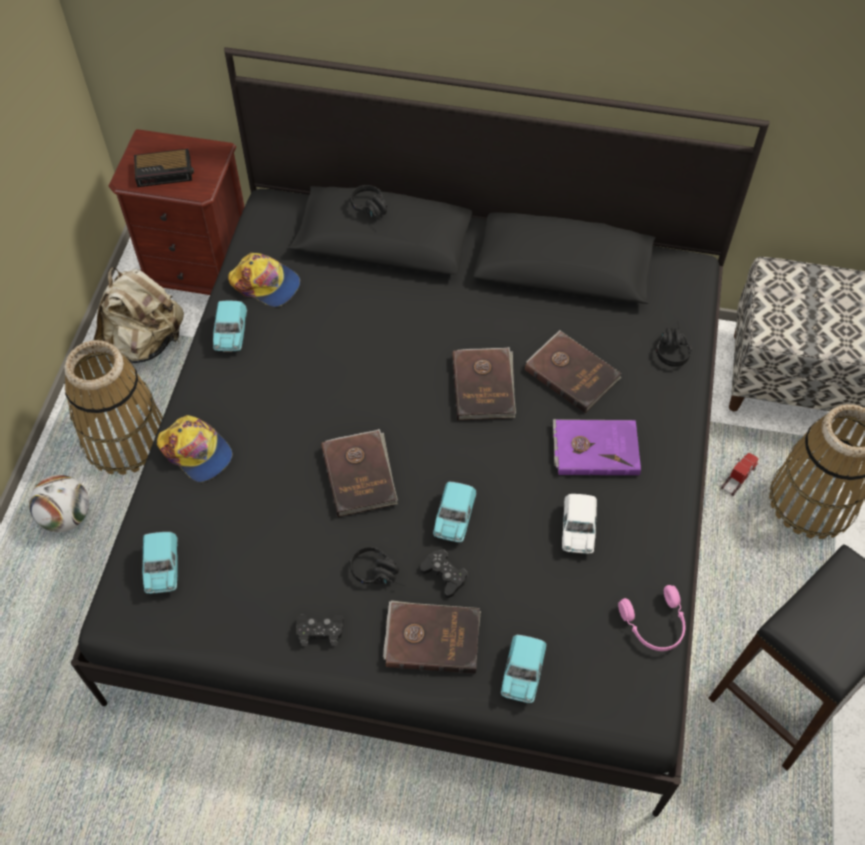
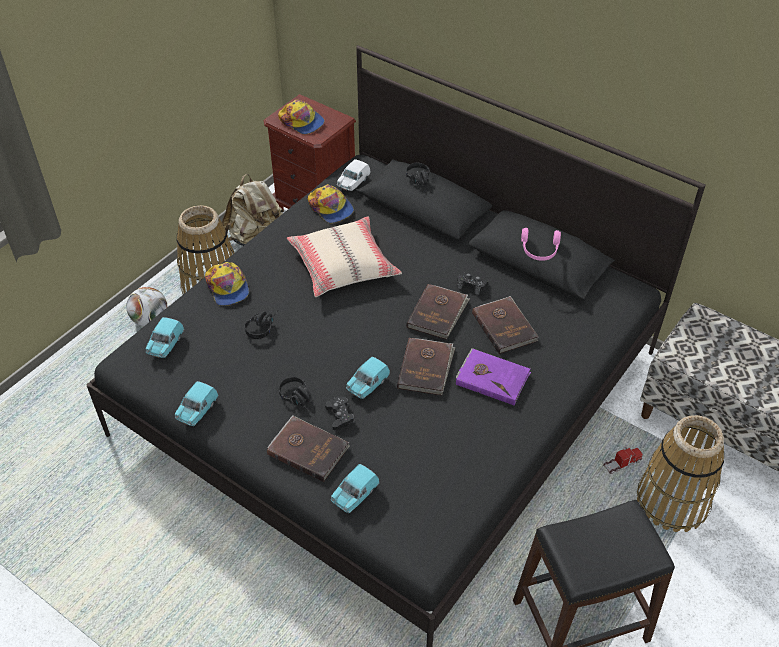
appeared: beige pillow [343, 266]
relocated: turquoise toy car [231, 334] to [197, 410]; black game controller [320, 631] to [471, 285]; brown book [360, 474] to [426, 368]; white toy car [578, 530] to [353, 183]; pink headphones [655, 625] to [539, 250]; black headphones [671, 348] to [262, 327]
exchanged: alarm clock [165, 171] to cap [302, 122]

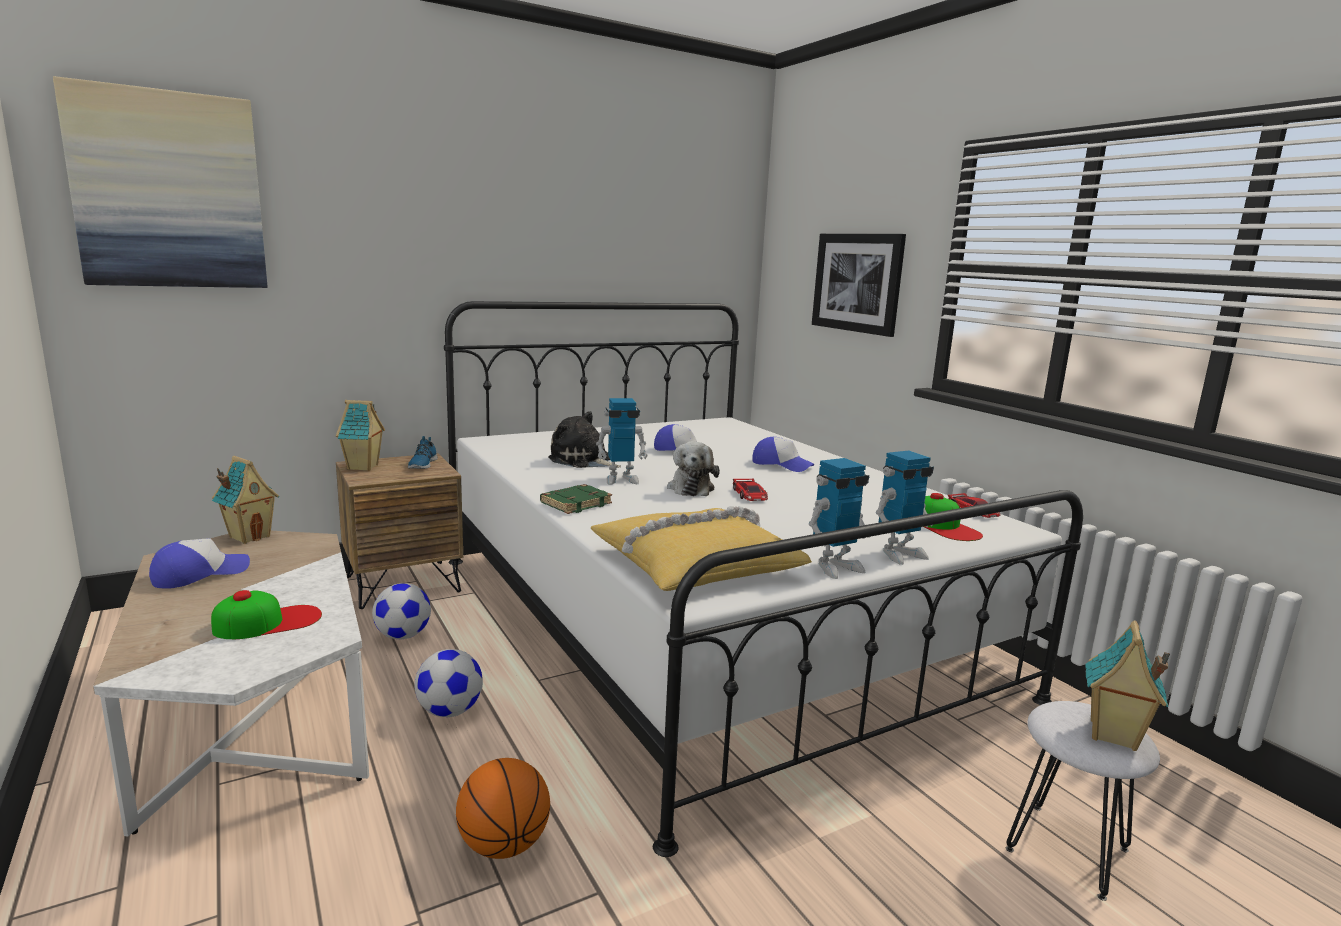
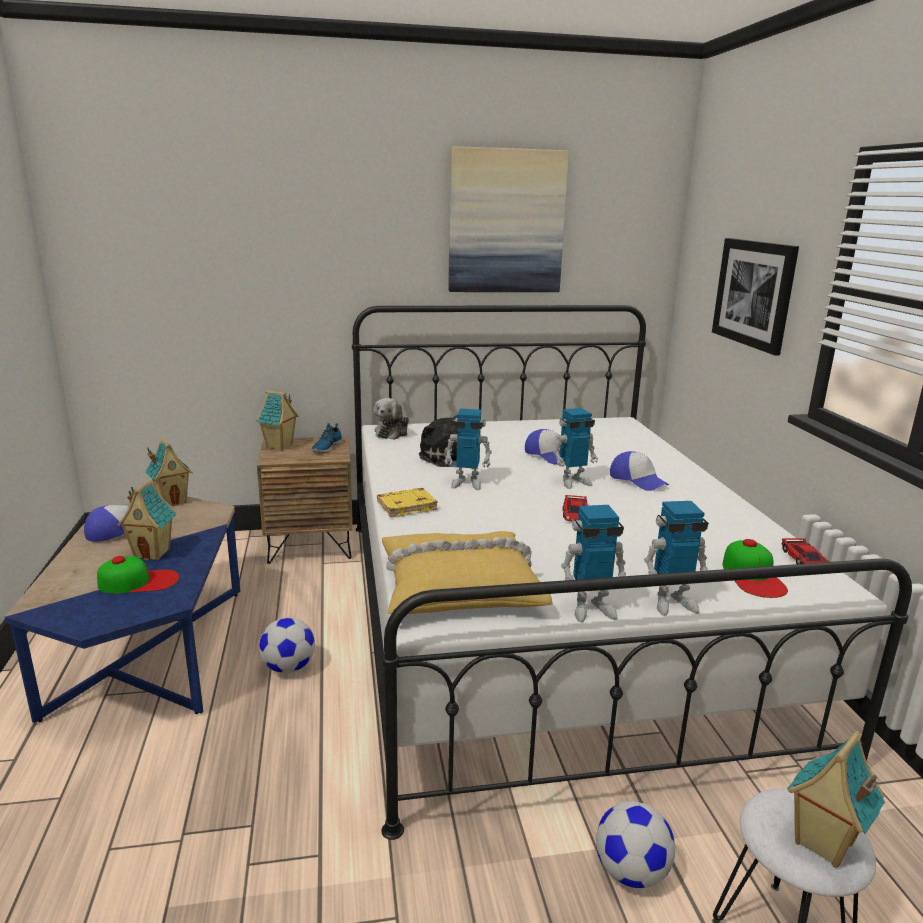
missing: basketball [504, 845]
appeared: toy house [153, 553]; toy robot [573, 482]
relocated: picture [169, 191] to [506, 222]; football [403, 636] to [630, 872]; plush toy [691, 488] to [392, 432]
colour: white coffee table [254, 723] to blue coffee table [150, 650]; green book [576, 503] to yellow book [407, 506]

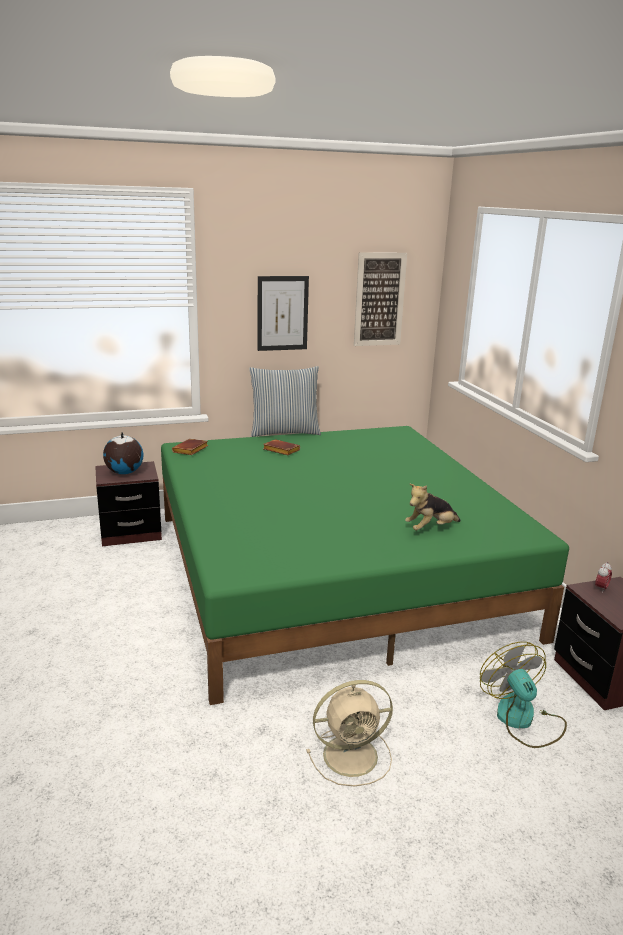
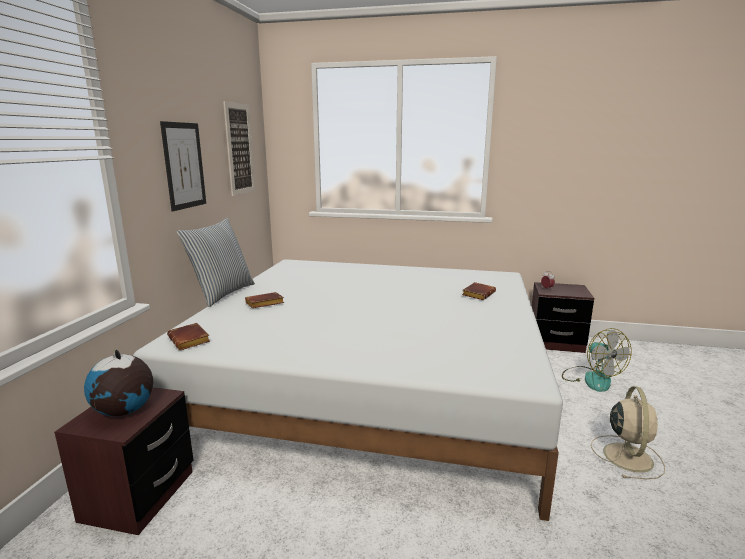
exchanged: plush toy [430, 528] to brown book [478, 294]
colour: green bed [332, 572] to white bed [371, 386]
spun: fan [522, 720] = [591, 378] 120 degrees counterclockwise

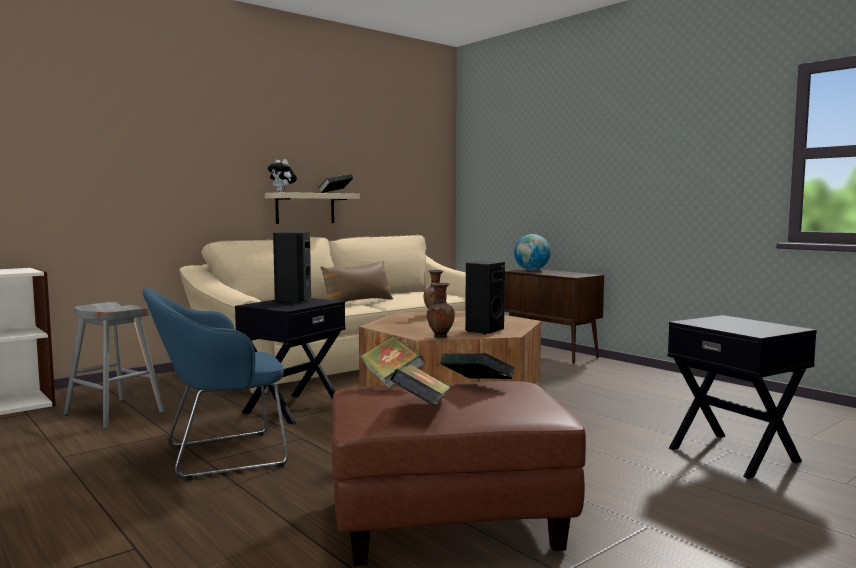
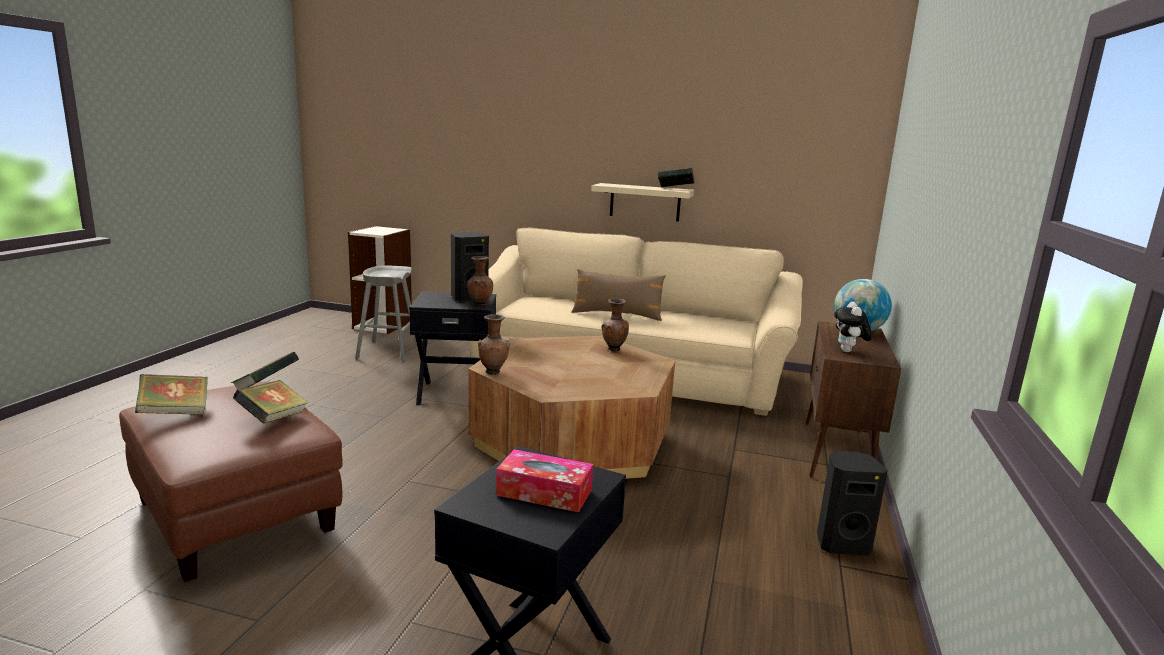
missing: blue armchair [219, 457]
appeared: brown vase [479, 306]; tissue box [544, 492]
relocated: plush toy [282, 192] to [848, 351]; black speaker [483, 331] to [841, 543]

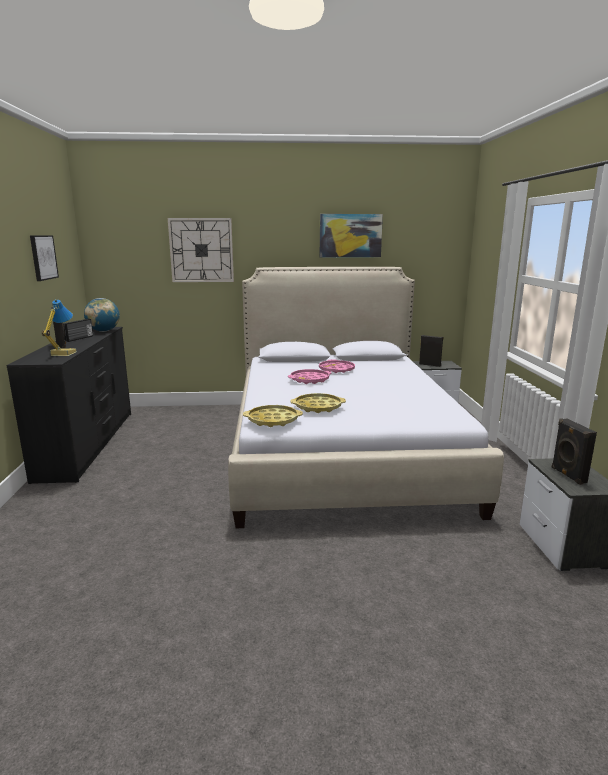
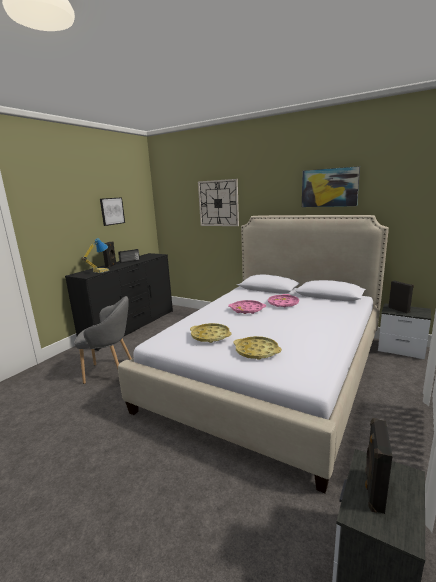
missing: globe [104, 331]
appeared: grey armchair [111, 372]
relocated: yellow tray [273, 420] to [256, 351]

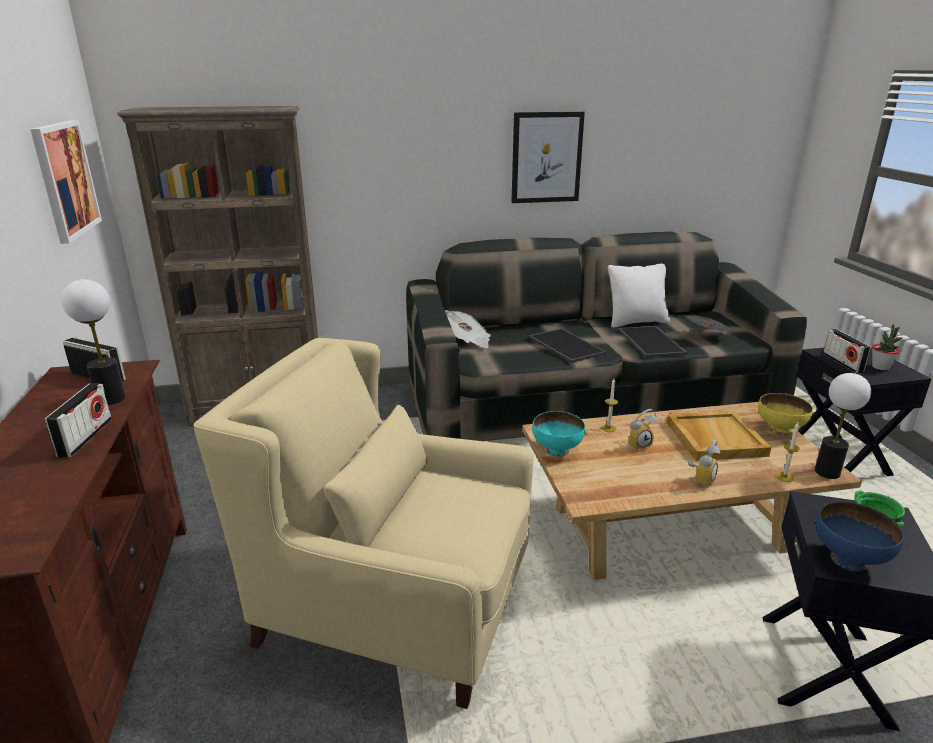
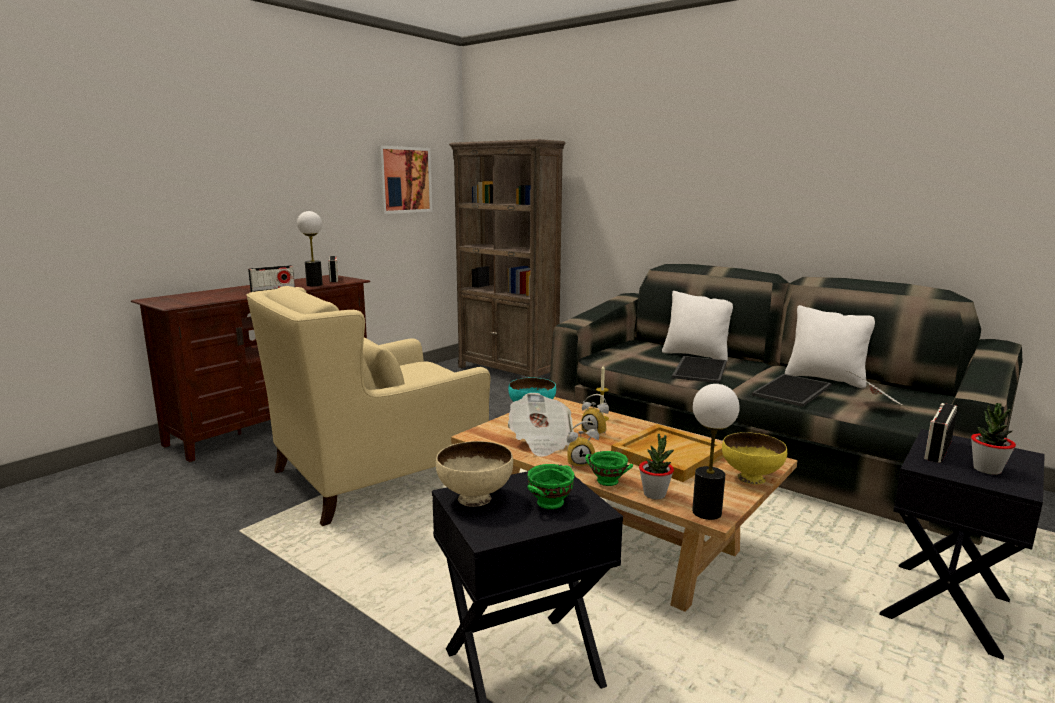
missing: picture [546, 157]
appeared: green bowl [607, 481]; white pillow [696, 355]
relocated: newspaper [467, 341] to [541, 442]
exchanged: candle [784, 477] to potted plant [654, 494]
colour: blue bowl [849, 560] to beige bowl [475, 499]
spun: beige armchair [395, 605] = [378, 473] 105 degrees counterclockwise

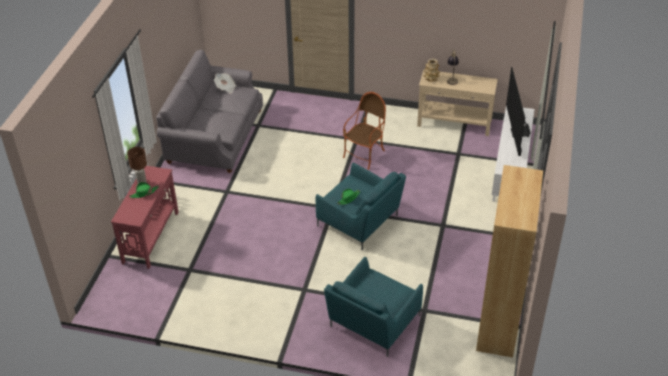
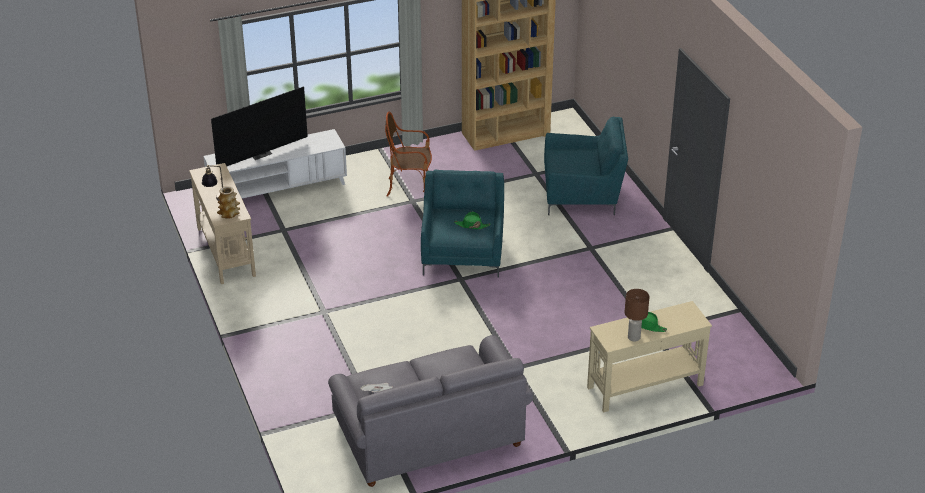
relocated: armchair [364, 155] to [409, 187]
colour: red console table [151, 237] to beige console table [644, 386]

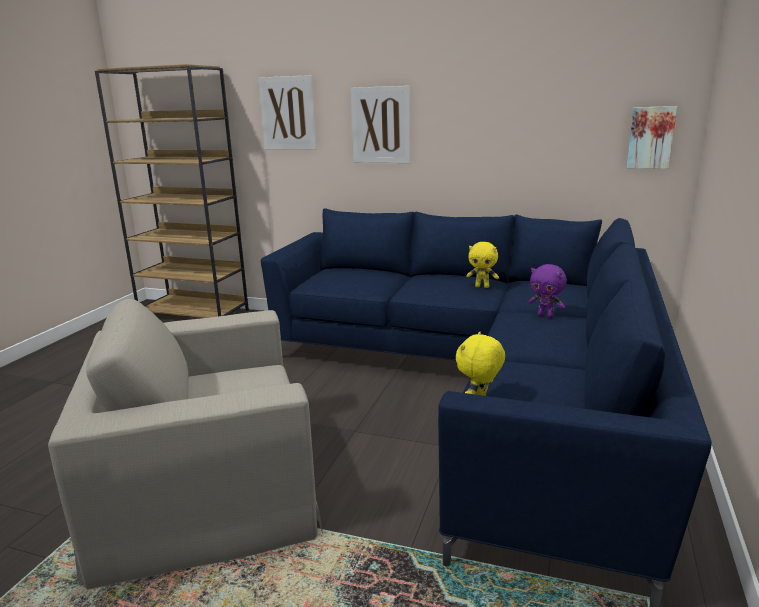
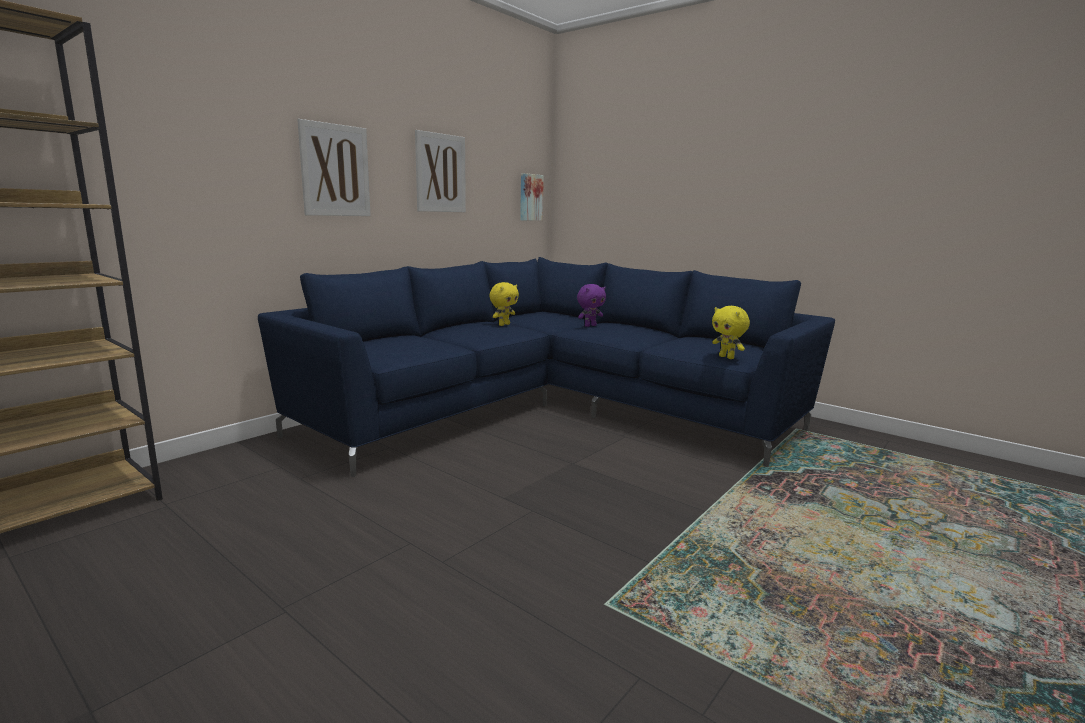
missing: beige armchair [205, 481]
relocated: picture [288, 113] to [440, 173]

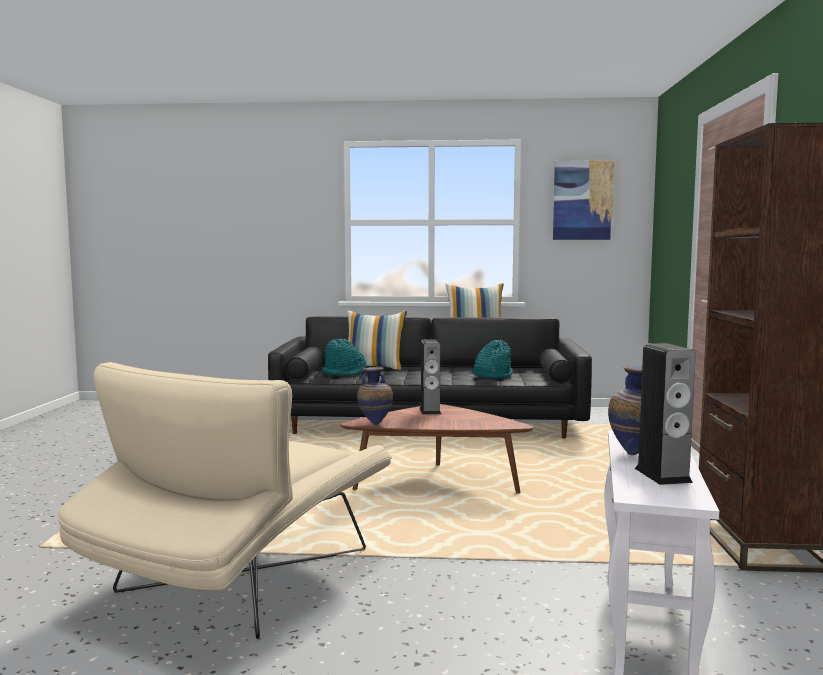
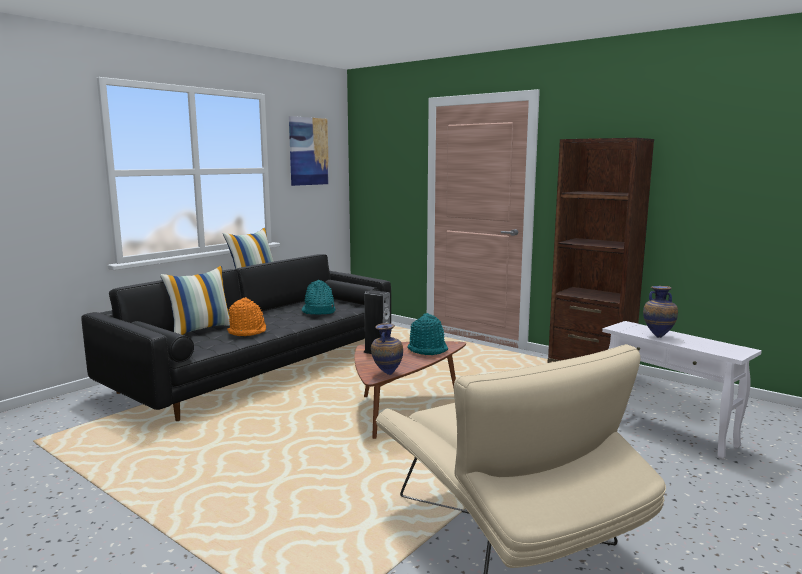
missing: speaker [662, 475]
appeared: orange hat [247, 331]
relocated: turquoise hat [344, 373] to [427, 349]

